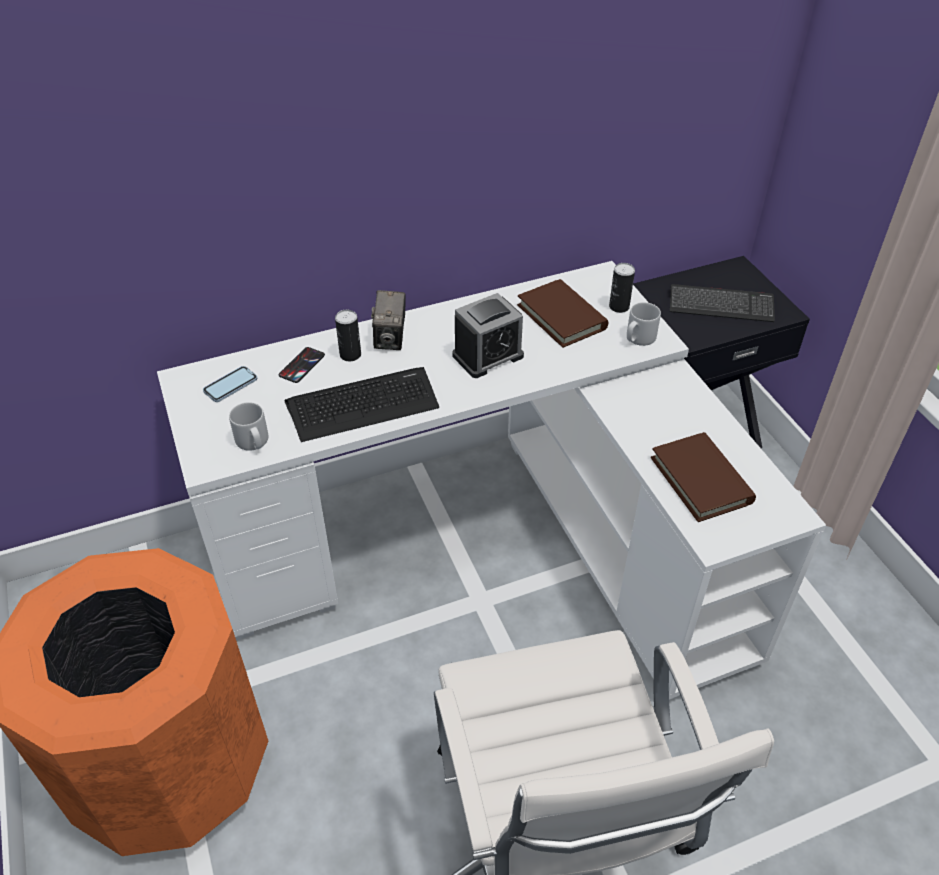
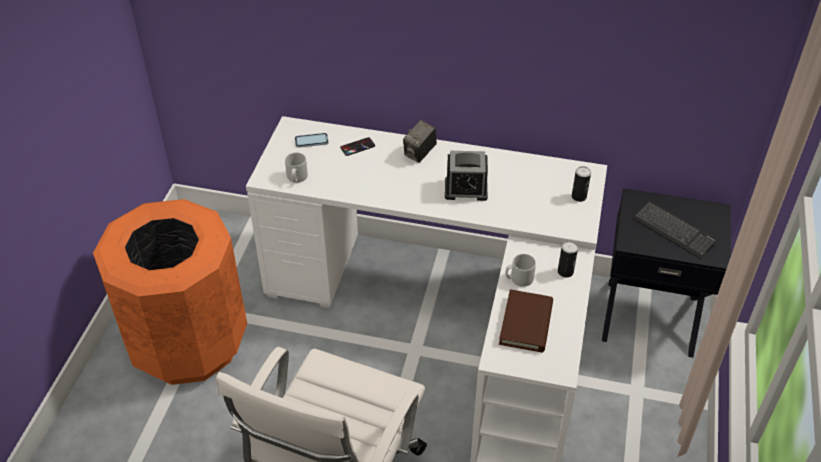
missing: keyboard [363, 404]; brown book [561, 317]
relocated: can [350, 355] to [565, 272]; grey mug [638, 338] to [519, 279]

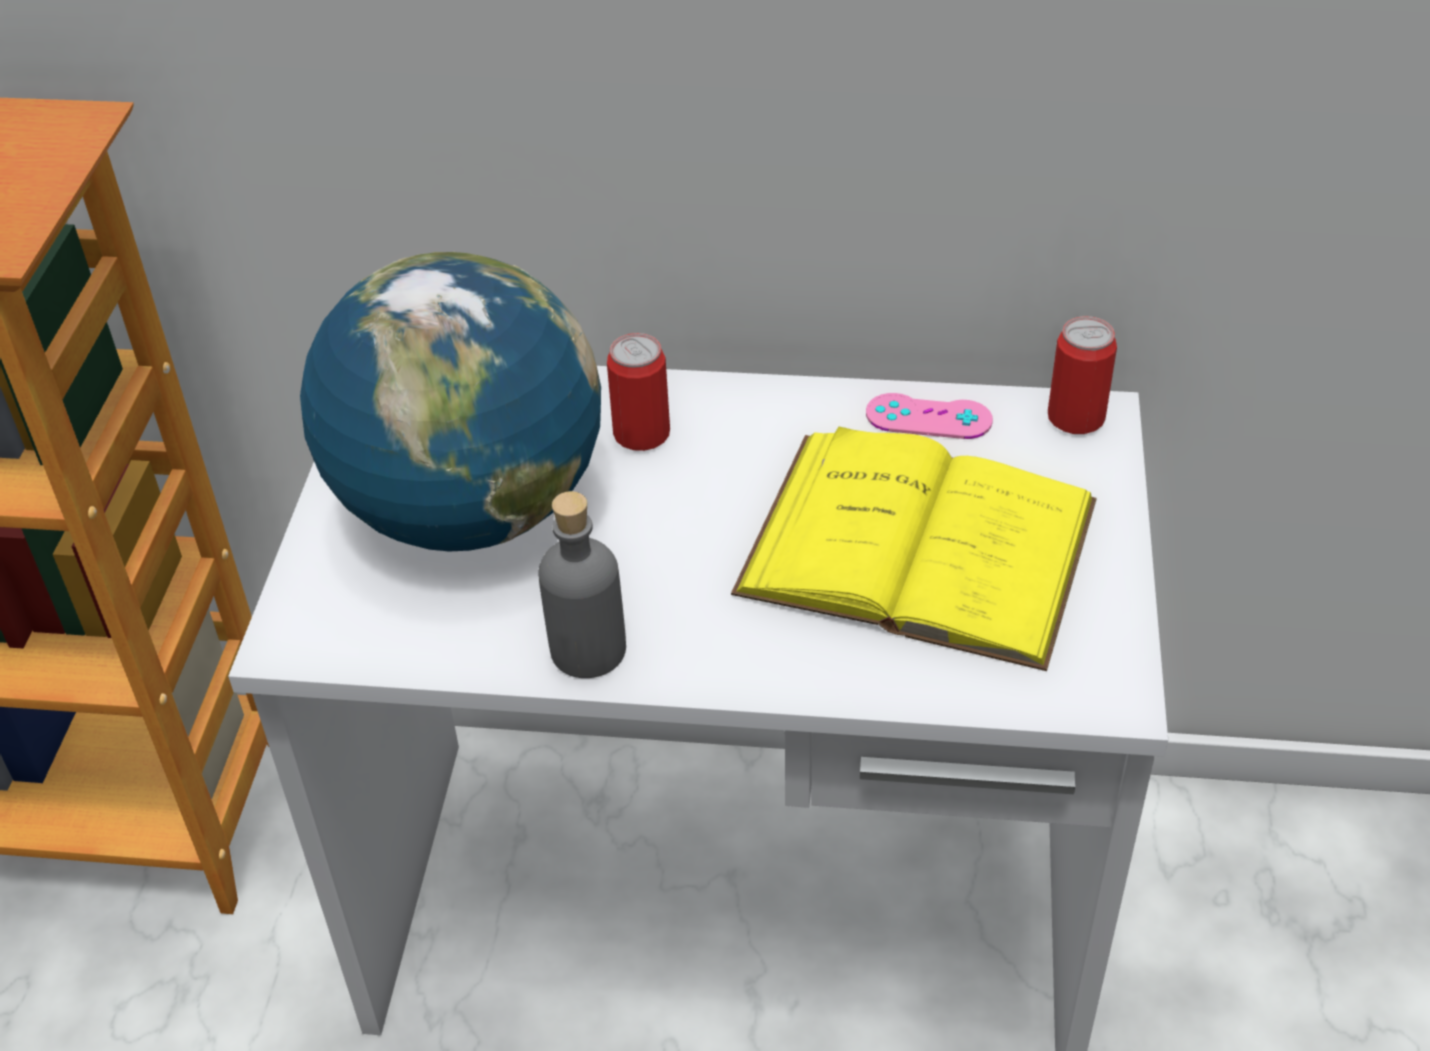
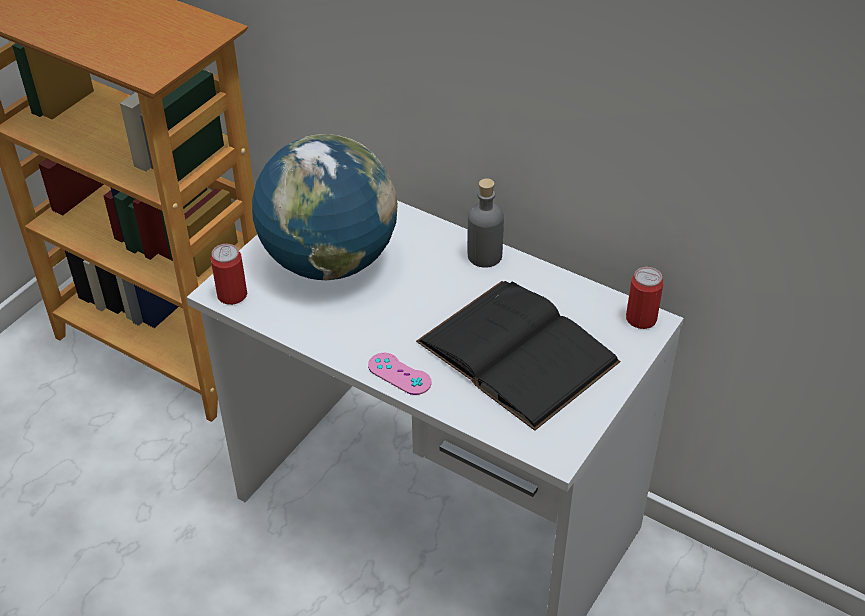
relocated: grey bottle [588, 650] to [484, 256]; can [641, 434] to [232, 295]; pink game controller [928, 417] to [399, 374]
colour: yellow book [917, 547] to black book [517, 352]

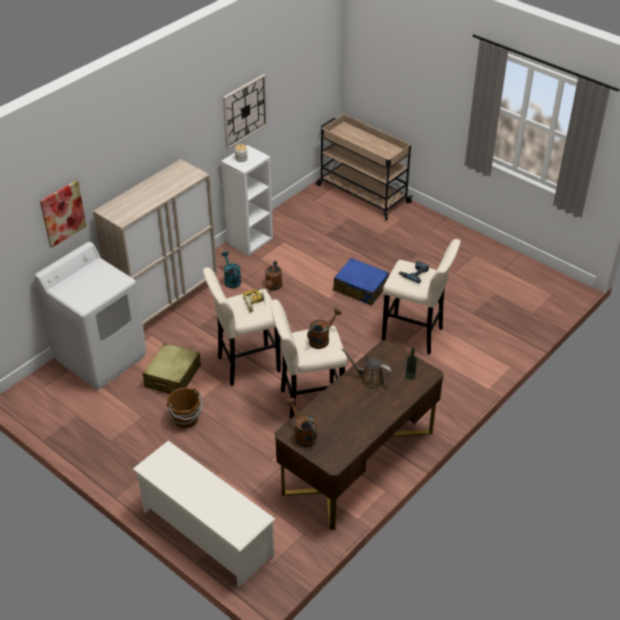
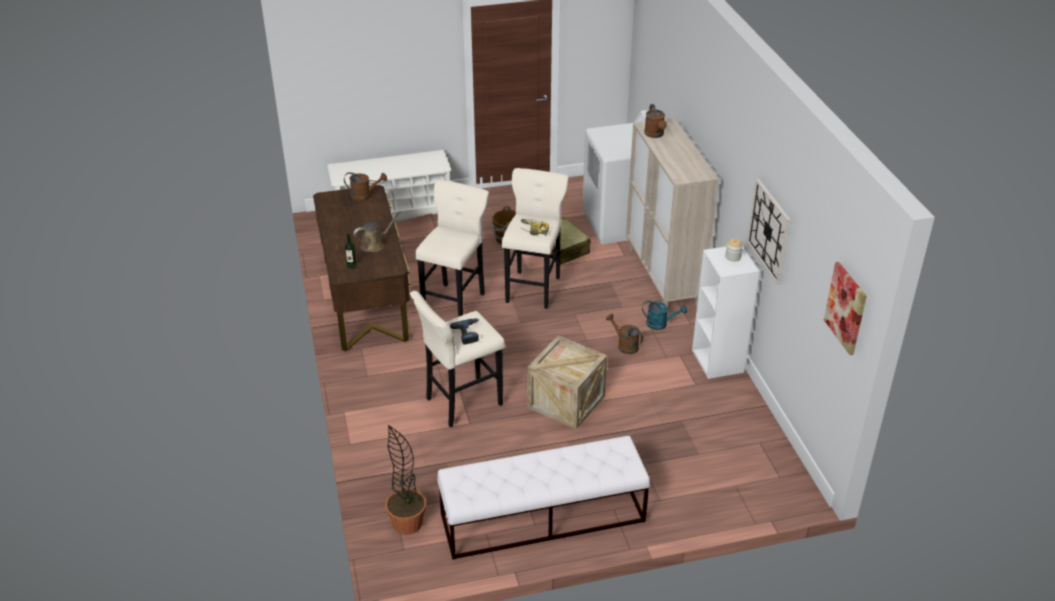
missing: beige cart [362, 193]
appeared: potted plant [407, 523]; white bench [542, 518]
relocated: picture [62, 213] to [846, 308]; brown watering can [321, 339] to [655, 135]
exchanged: blue suitcase [360, 288] to crate [566, 402]

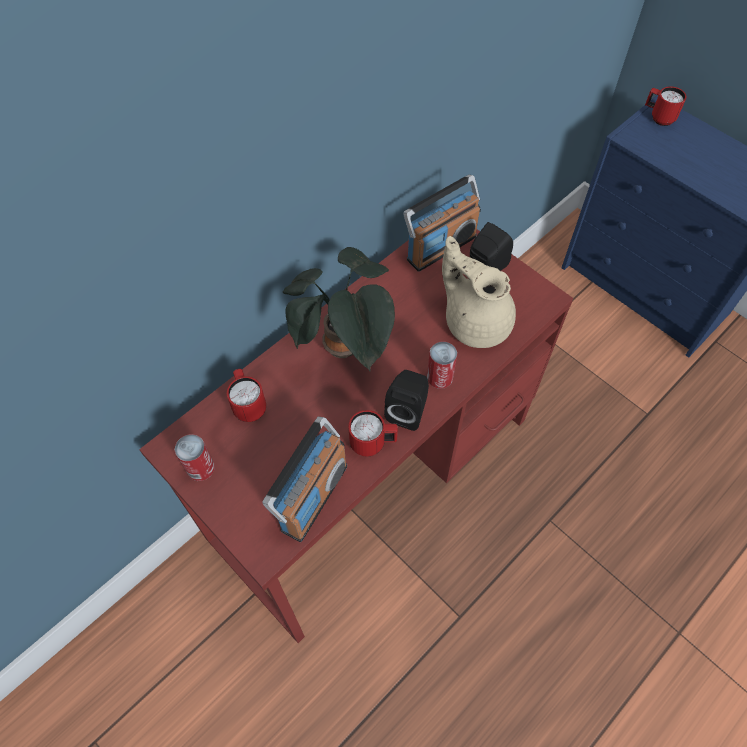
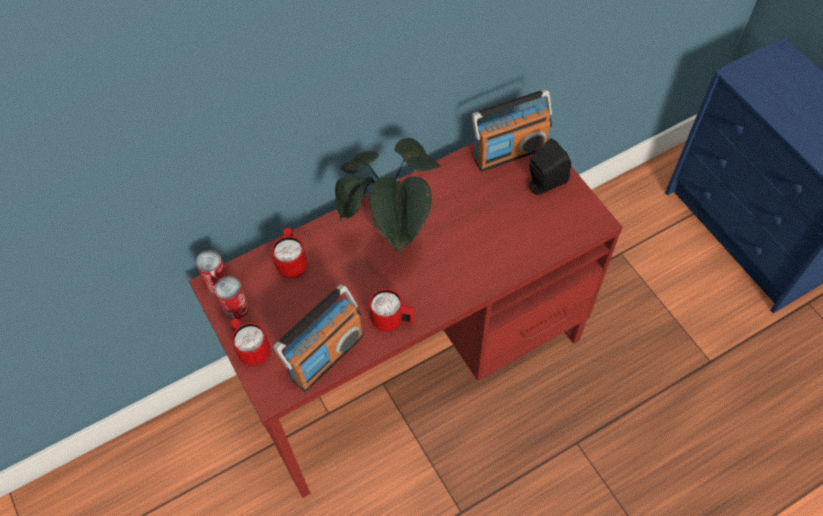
missing: black speaker [408, 410]; beige teapot [475, 321]
relocated: can [440, 377] to [217, 282]; red mug [658, 117] to [251, 349]

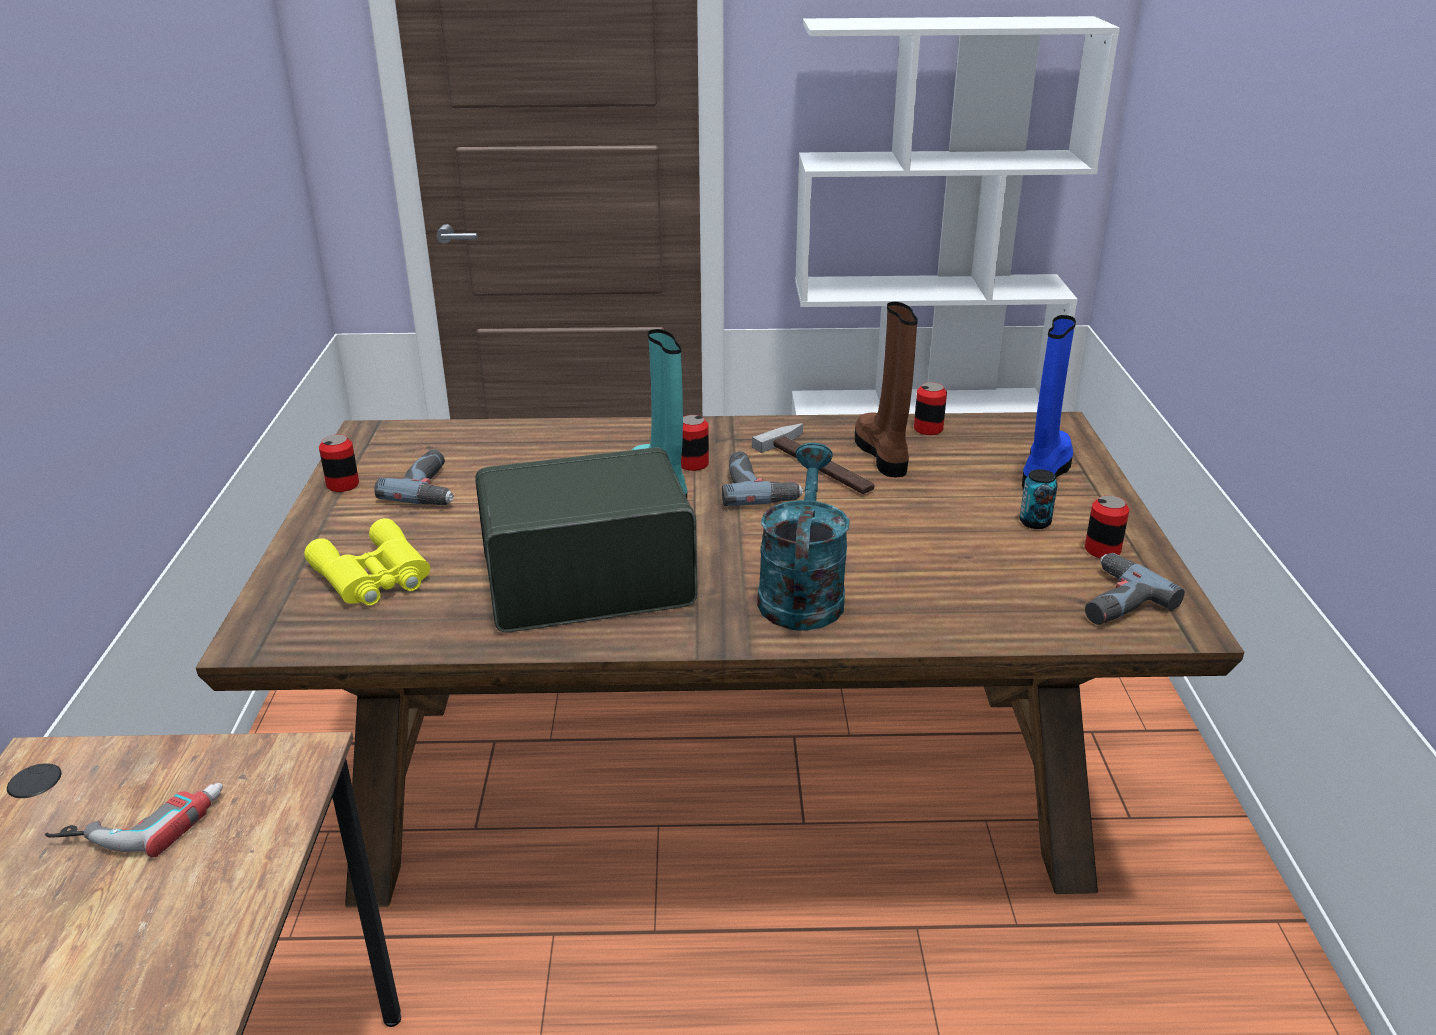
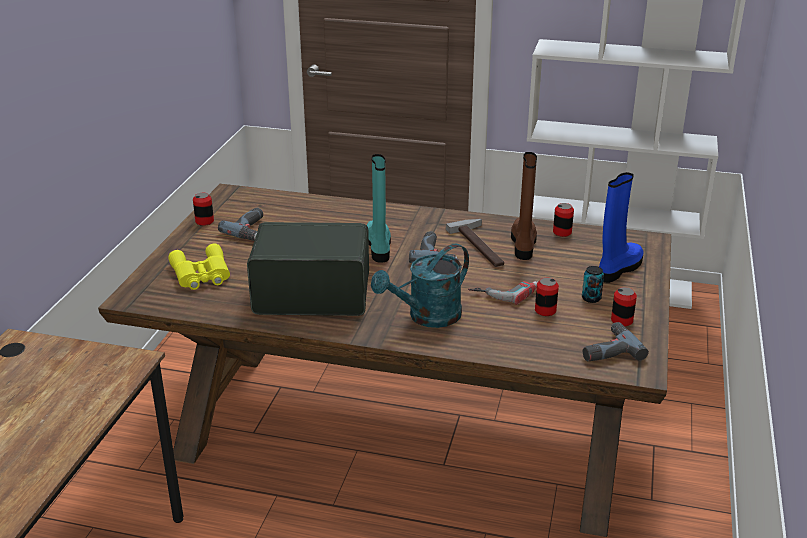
relocated: power drill [142, 819] to [504, 291]; can [693, 464] to [545, 310]
spun: turquoise watering can [801, 592] = [427, 317] 150 degrees counterclockwise

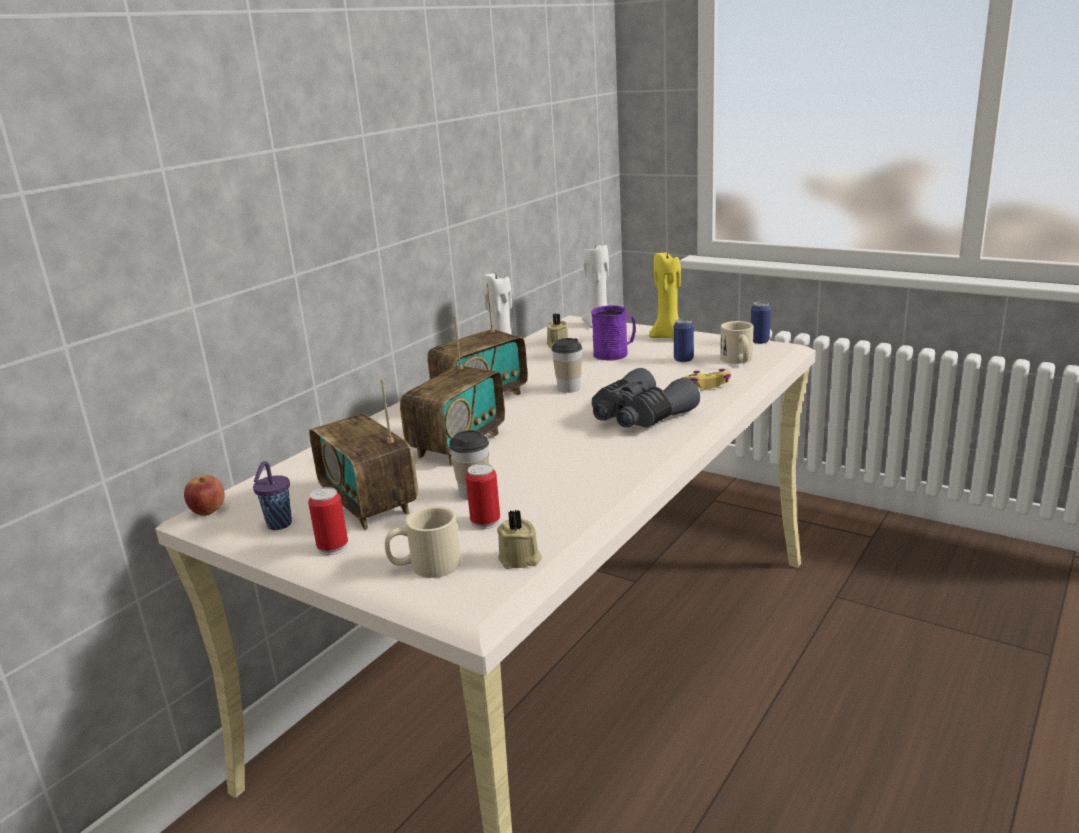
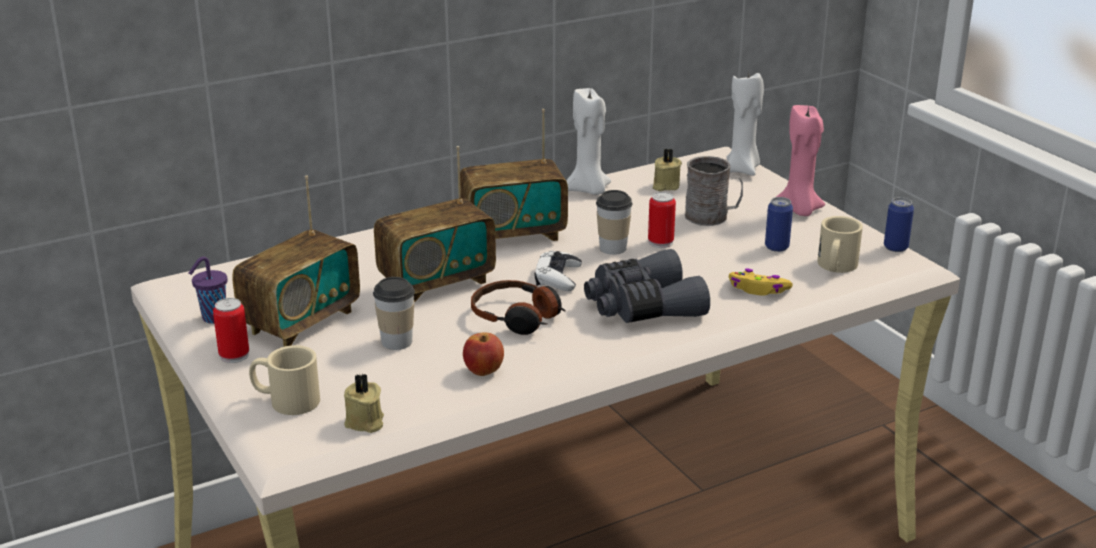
appeared: headphones [517, 318]; white game controller [558, 277]
relocated: apple [208, 511] to [483, 371]; can [485, 522] to [660, 242]
colour: purple mug [615, 353] to grey mug [712, 216]; yellow candle [668, 337] to pink candle [798, 210]
spun: radio [369, 504] = [301, 322] 135 degrees counterclockwise

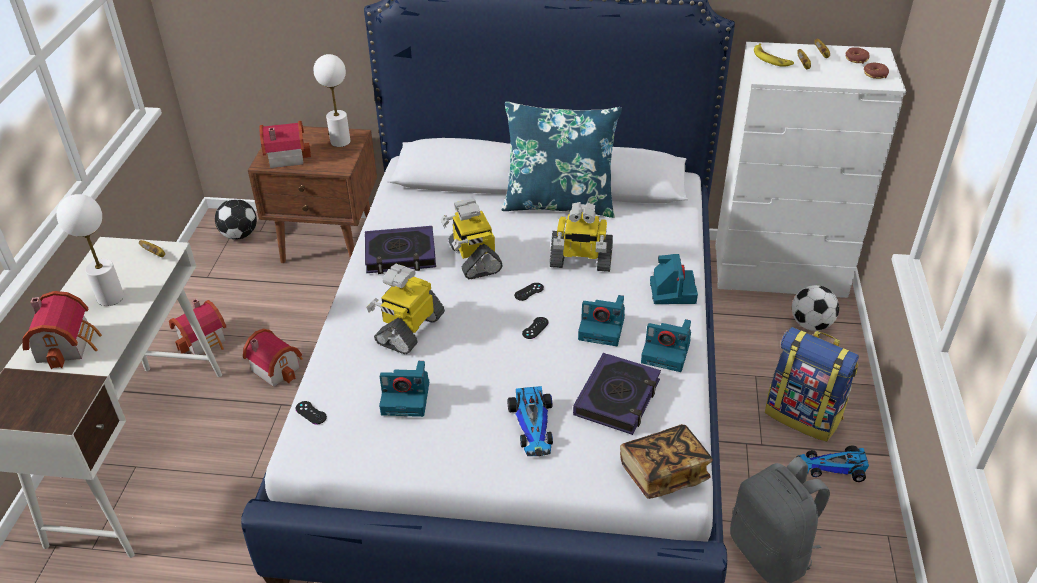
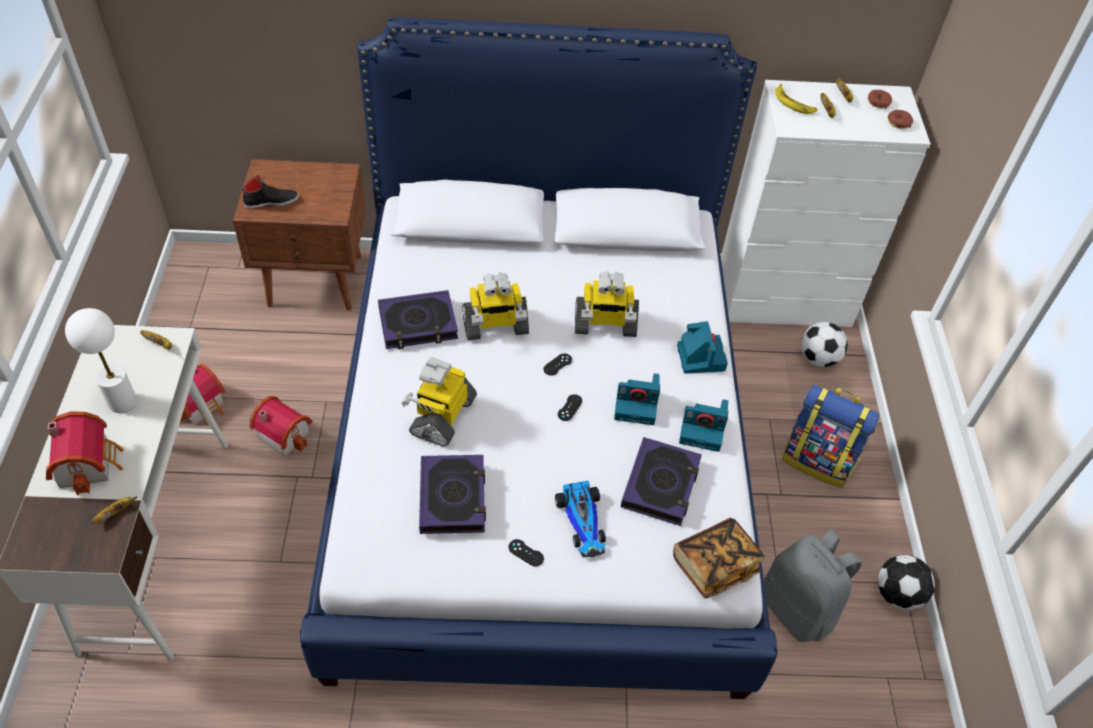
missing: white table lamp [340, 142]; blue pillow [559, 203]; toy car [832, 467]
appeared: banana [115, 513]
relocated: football [240, 235] to [897, 593]; black game controller [311, 413] to [526, 553]
exchanged: toy house [285, 156] to black shoe [271, 201]; photo camera [407, 398] to book [453, 497]
spun: toy robot [473, 258] = [495, 326] 75 degrees counterclockwise

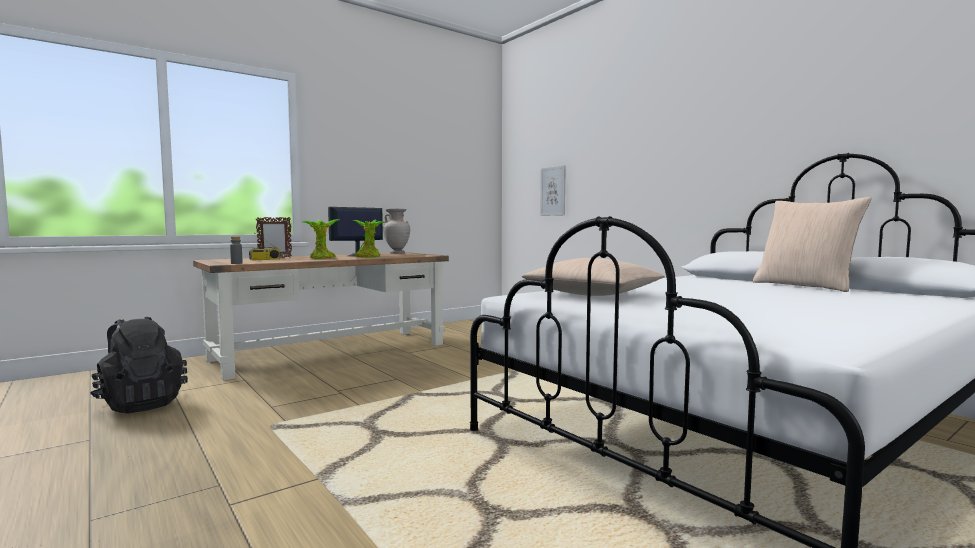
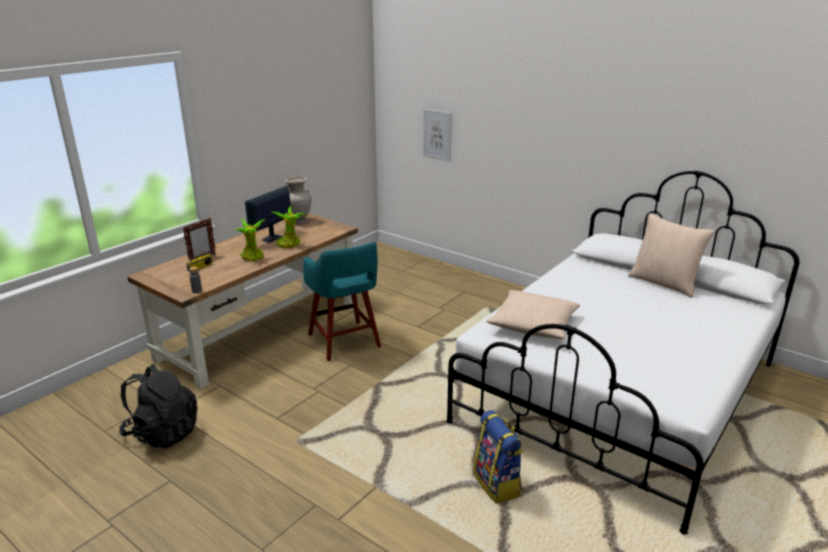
appeared: turquoise stool [344, 342]; backpack [497, 484]

